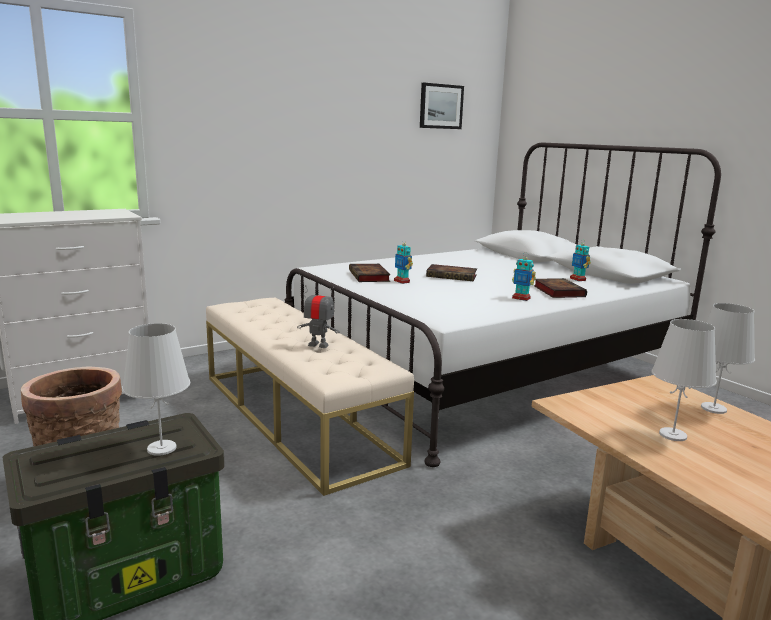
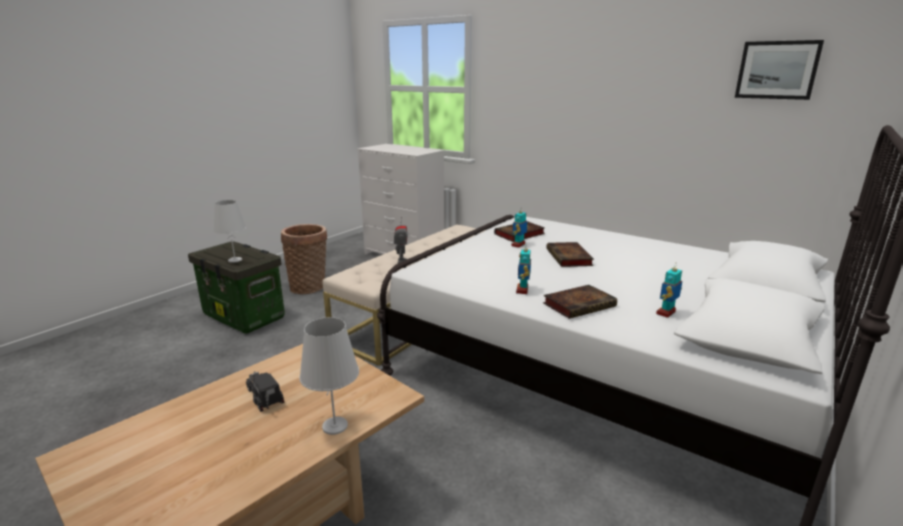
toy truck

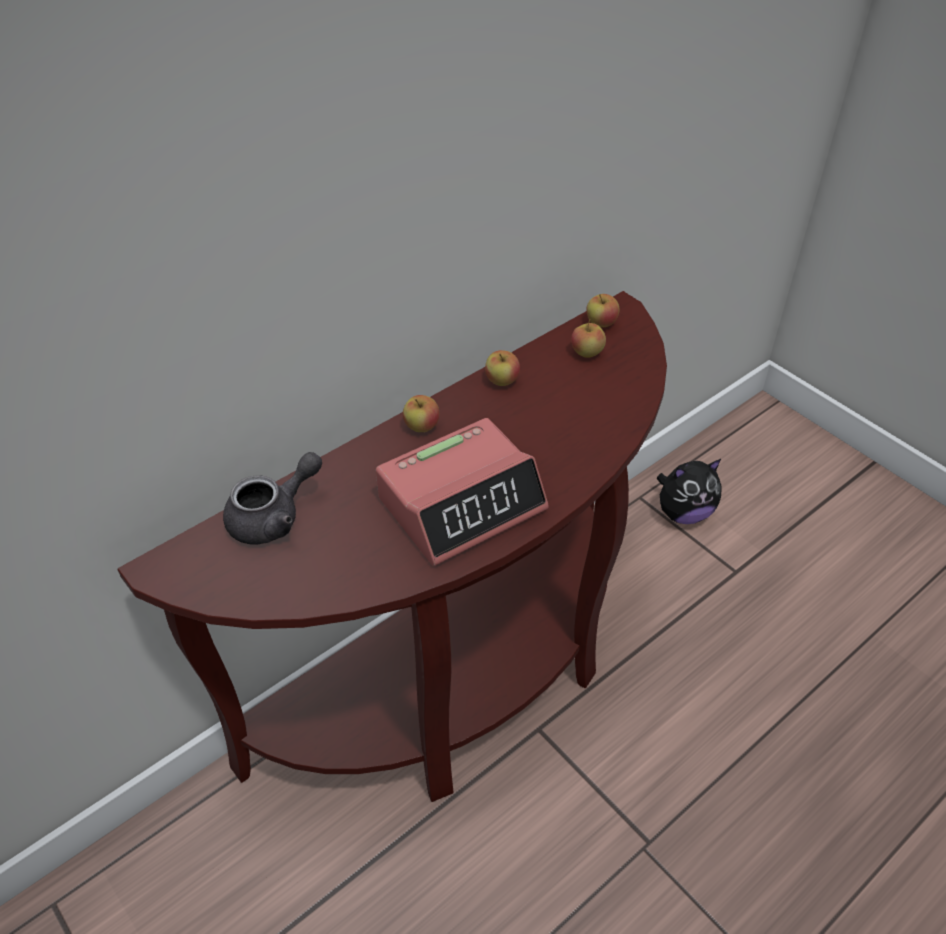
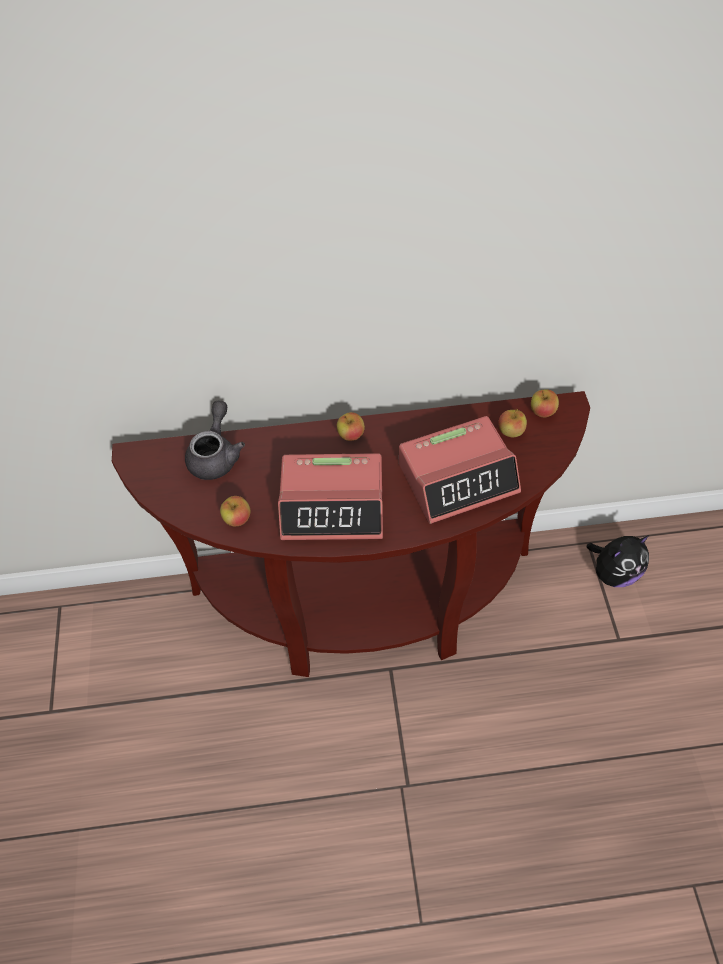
apple (no. 1 from left)
gray tea pot
plush toy
bedside clock (no. 2 from left)

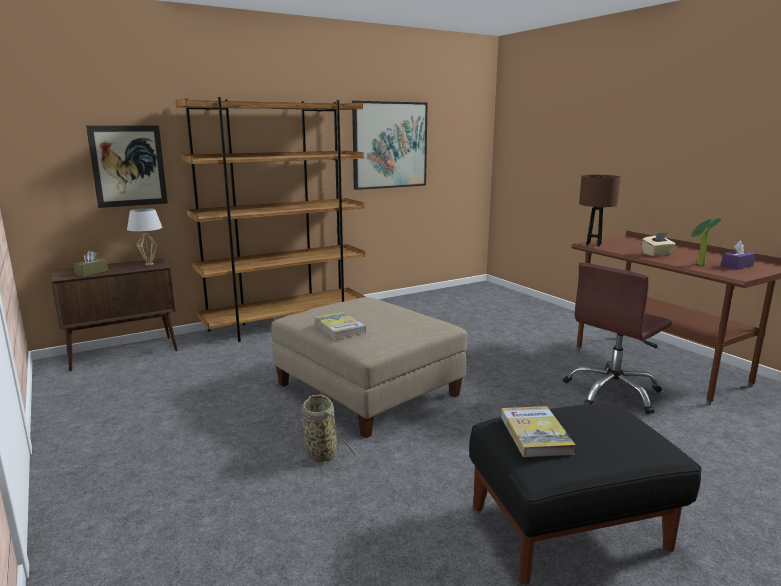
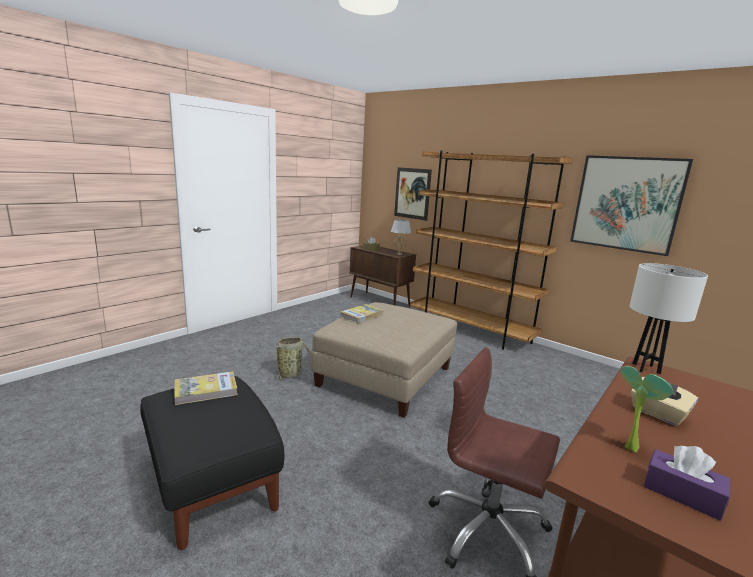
white-coloured tabletop lamp (no. 2 from left)

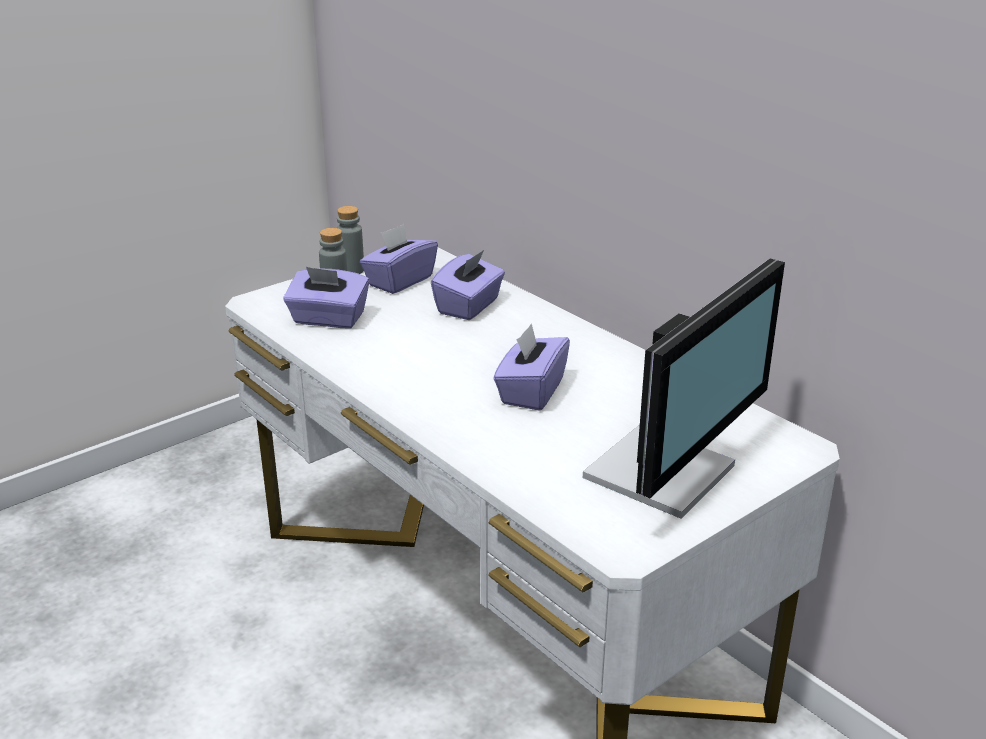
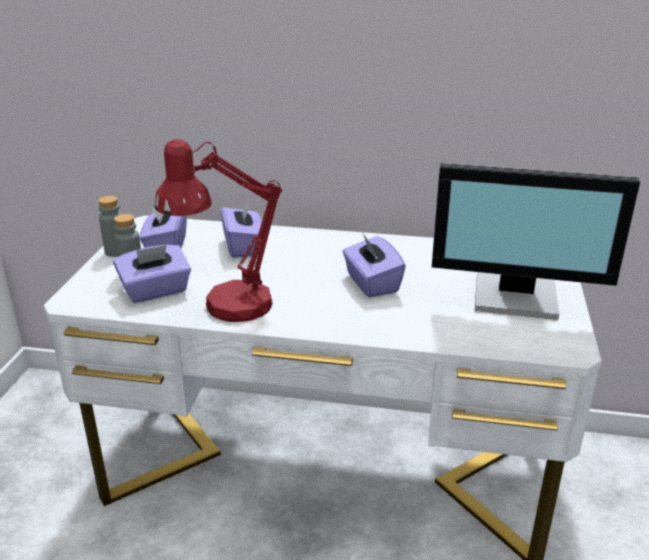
computer display
red tabletop lamp

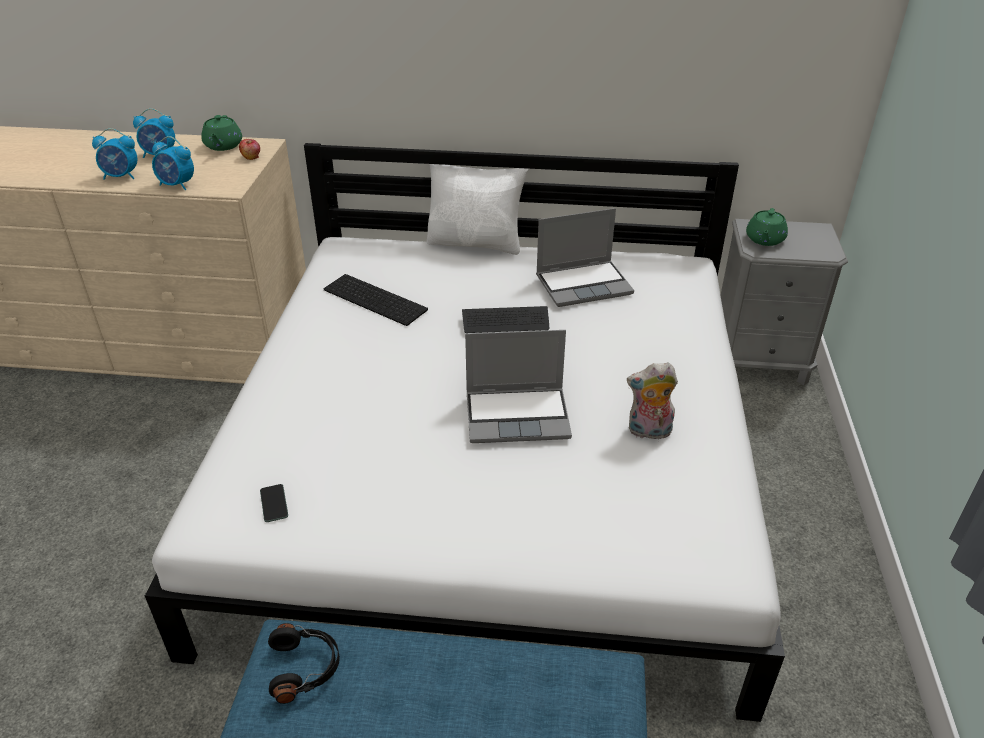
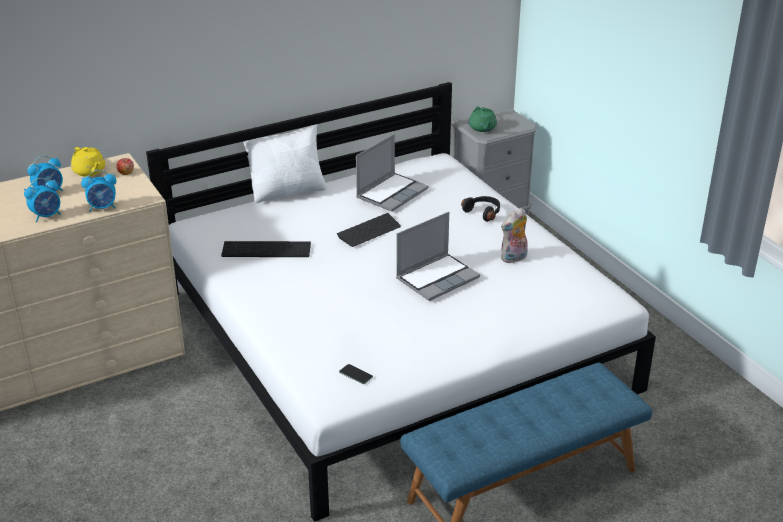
yellow tea pot
black pair of headphones

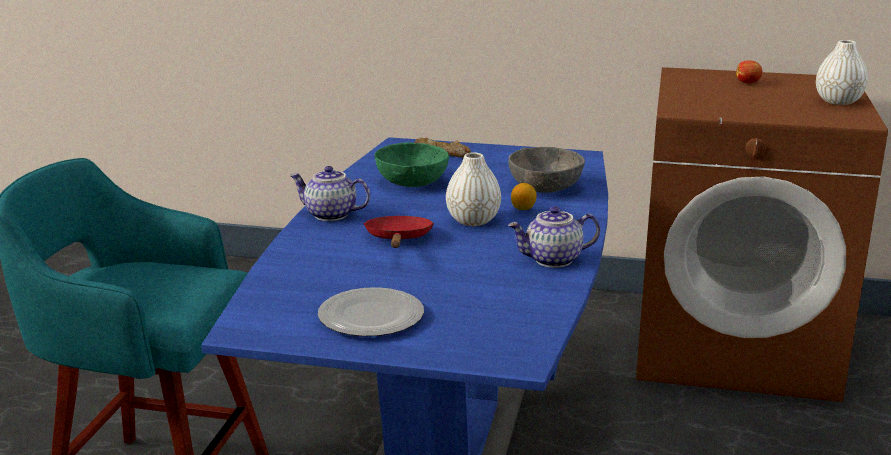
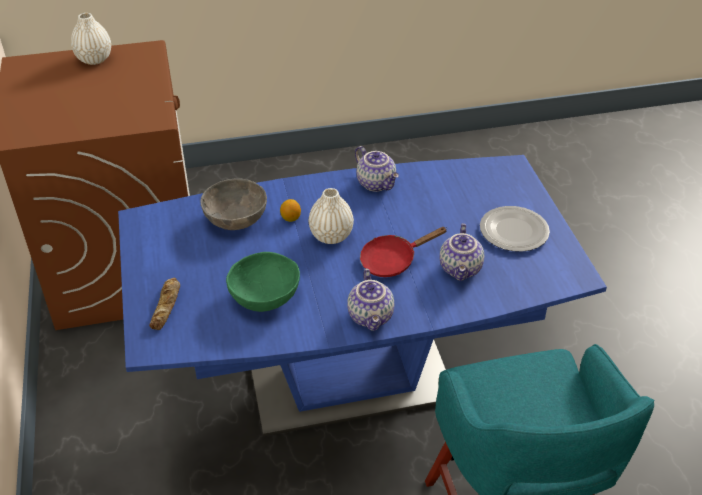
apple
tea pot (no. 3 from left)

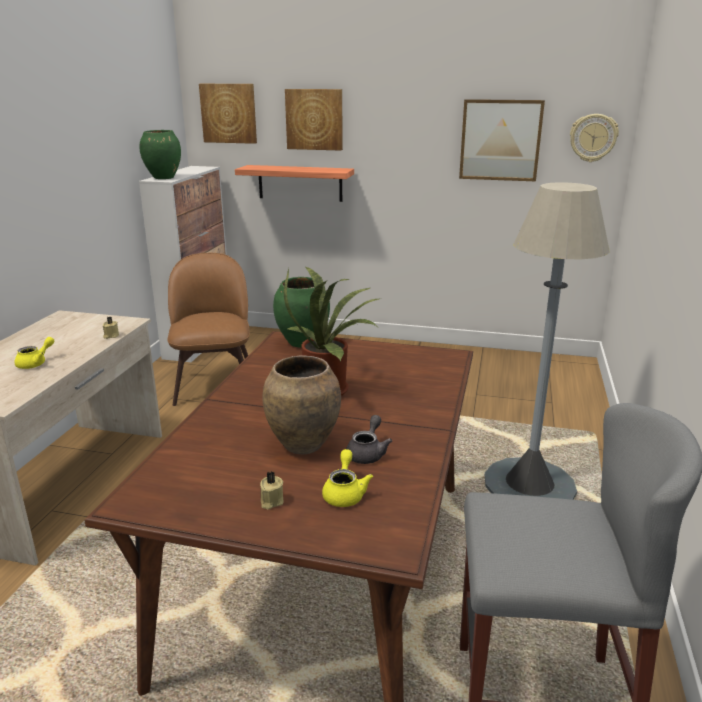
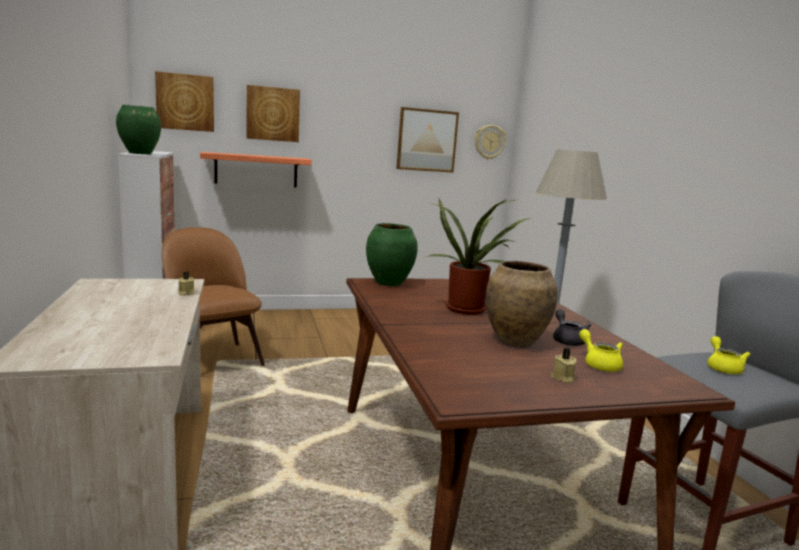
yellow tea pot (no. 2 from left)

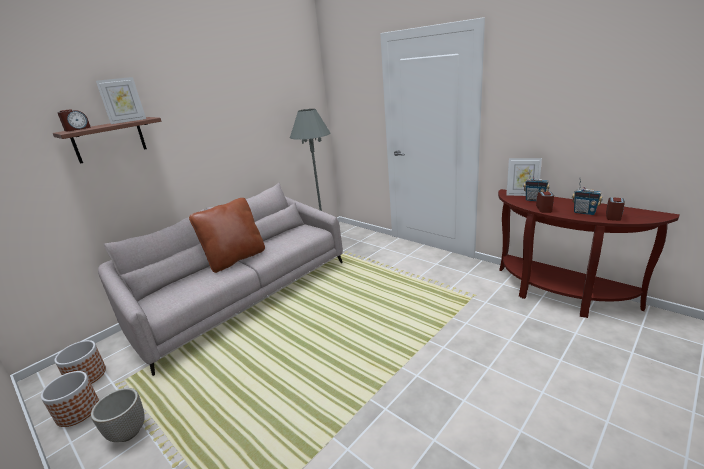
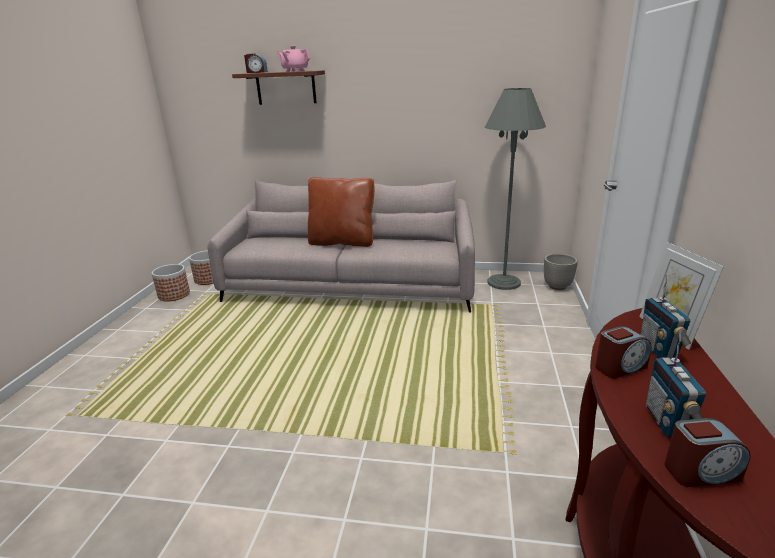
pinkish tea pot
planter (no. 3 from left)

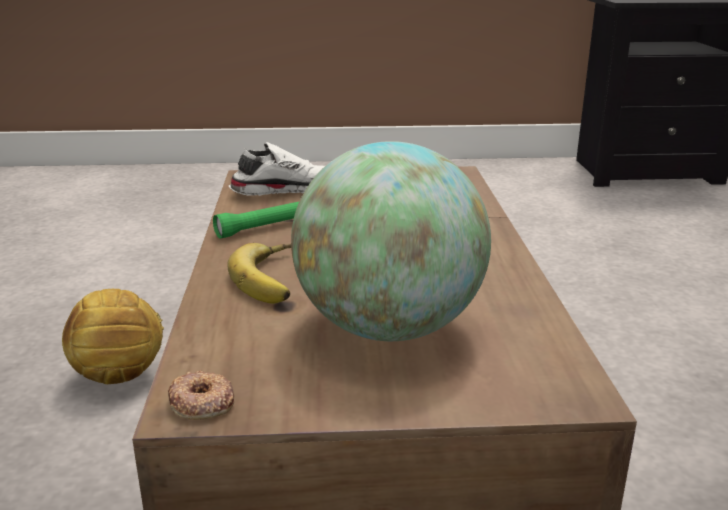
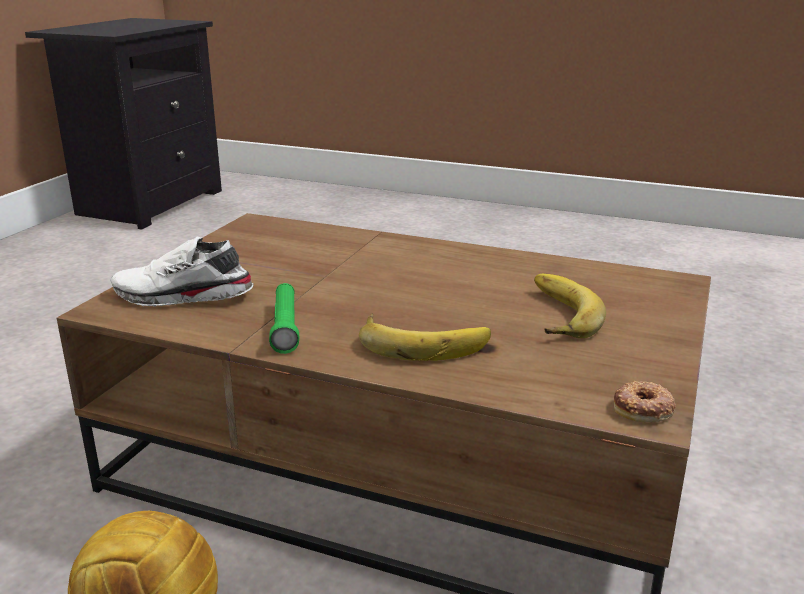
banana fruit (no. 2 from left)
white-coloured low shoe

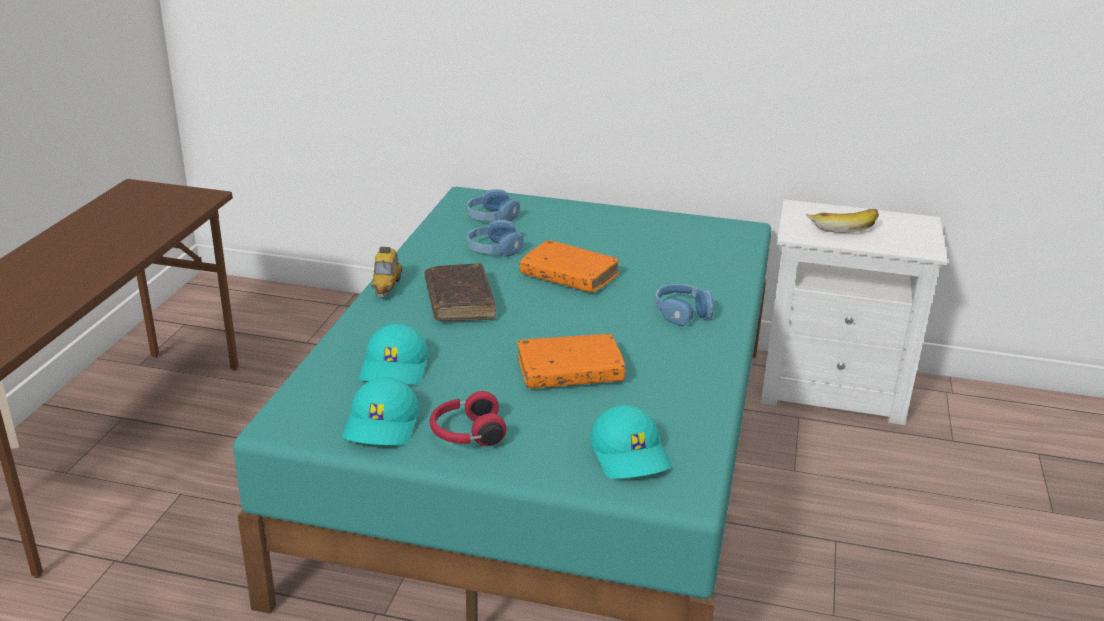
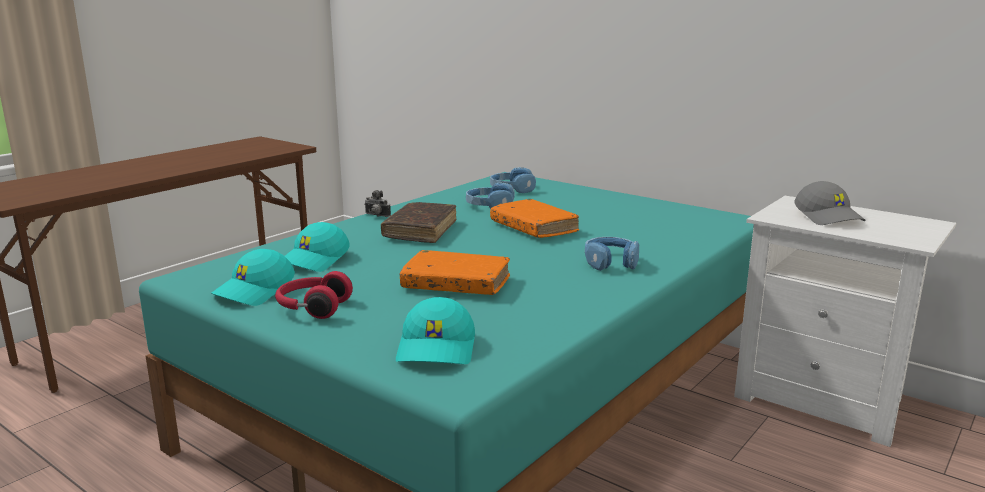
gray baseball cap
photo camera

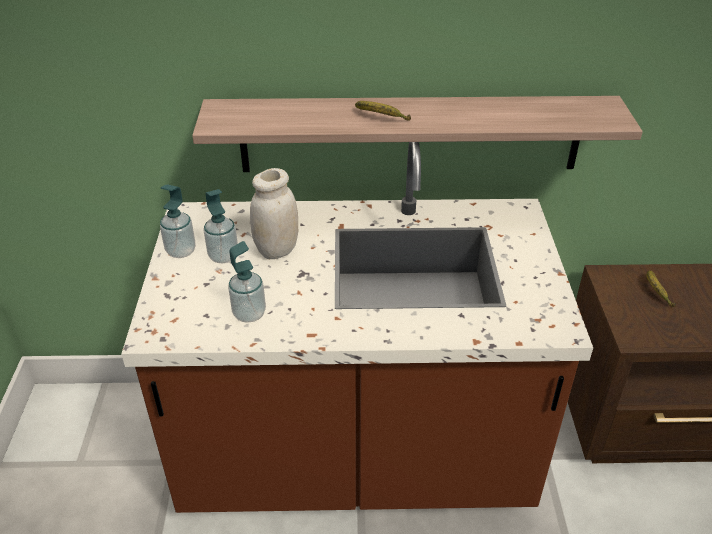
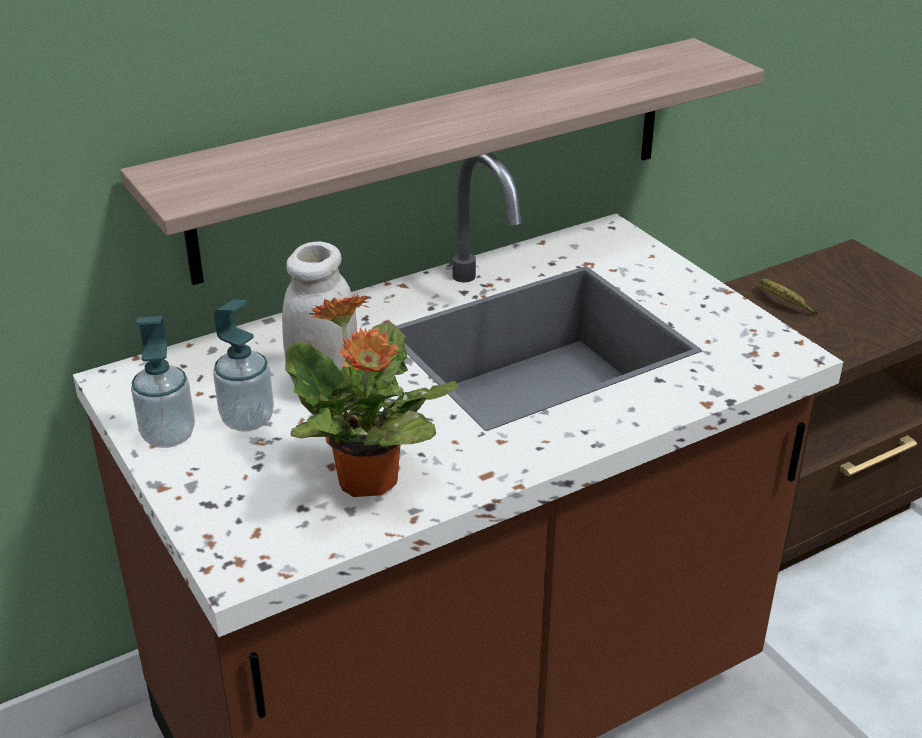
banana fruit (no. 1 from left in the first image)
plant in a pot

